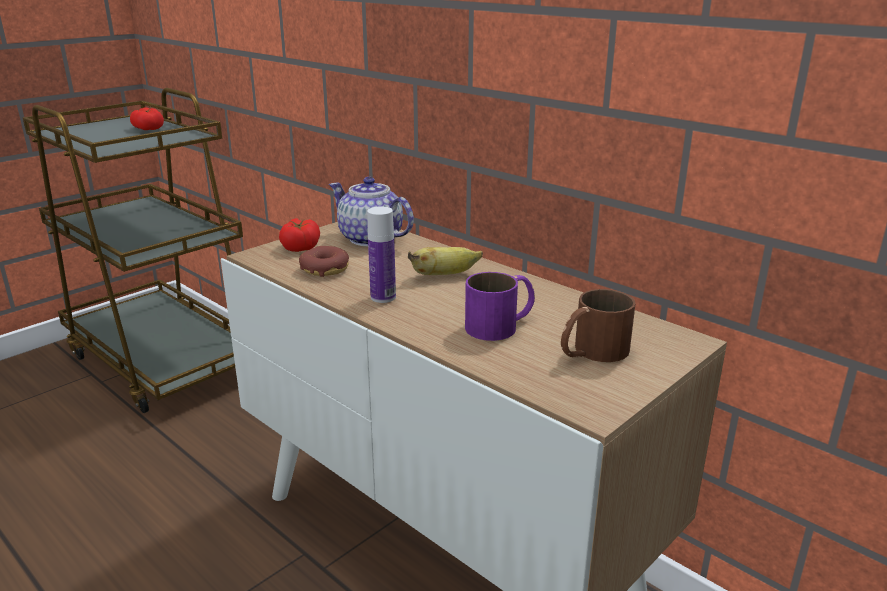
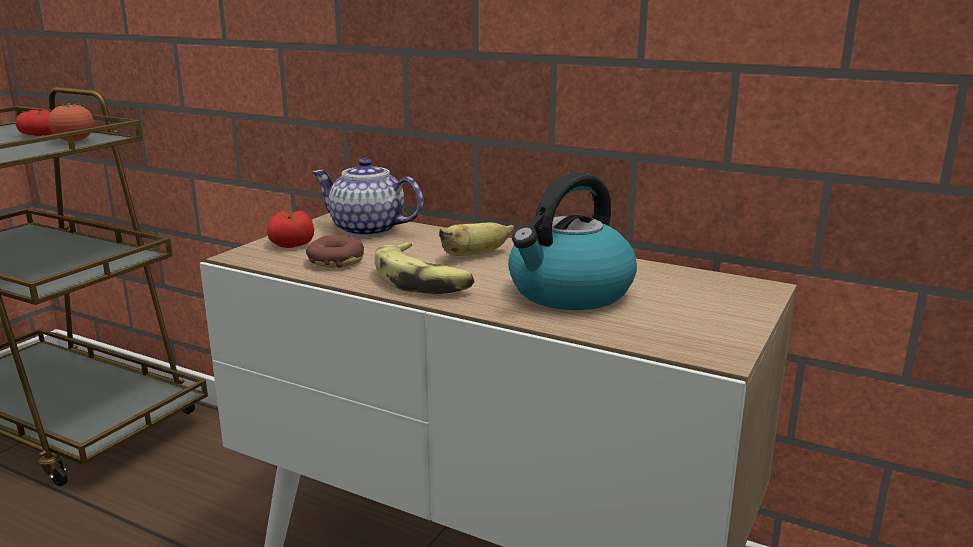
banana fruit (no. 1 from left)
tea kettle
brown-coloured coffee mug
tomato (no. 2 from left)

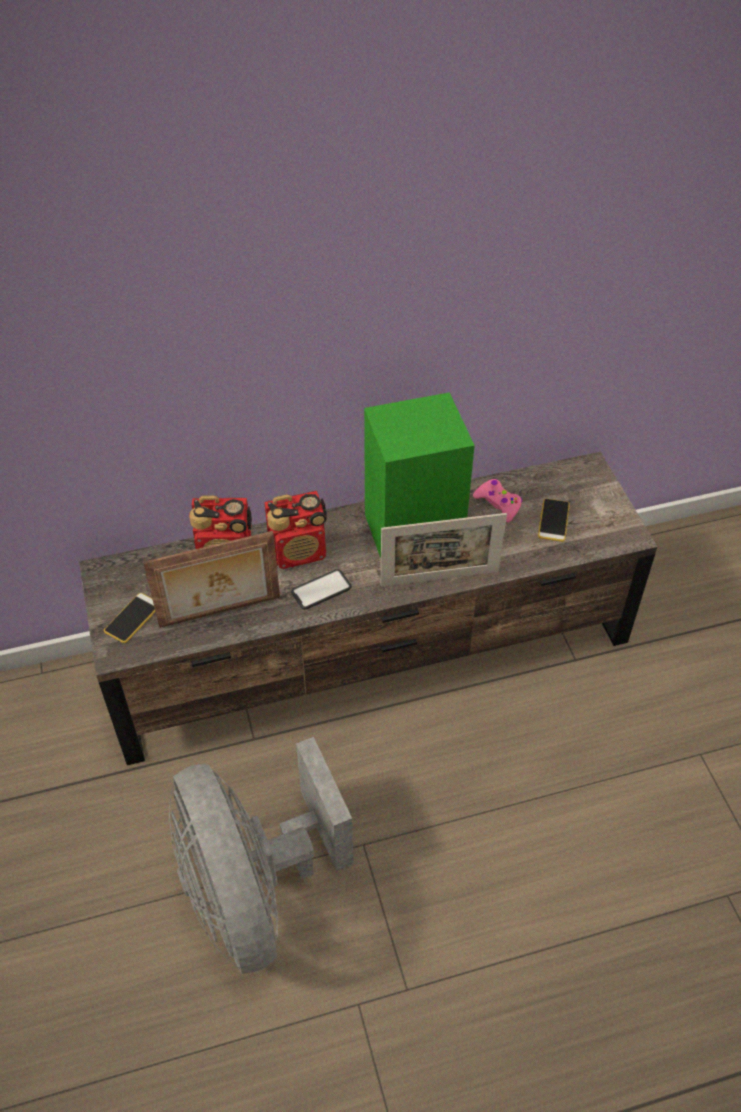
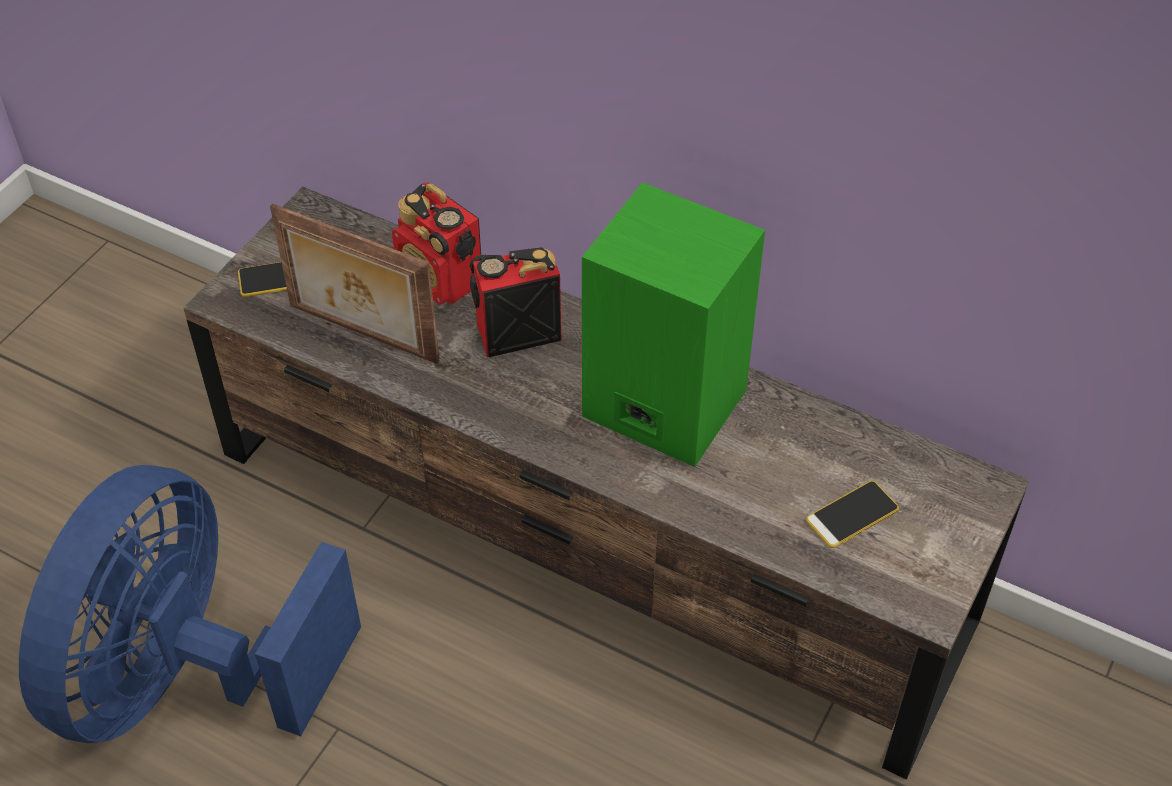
pinkish gamepad
radio receiver (no. 2 from left)
photo frame (no. 2 from left in the first image)
telephone (no. 2 from left in the first image)
blue electric fan

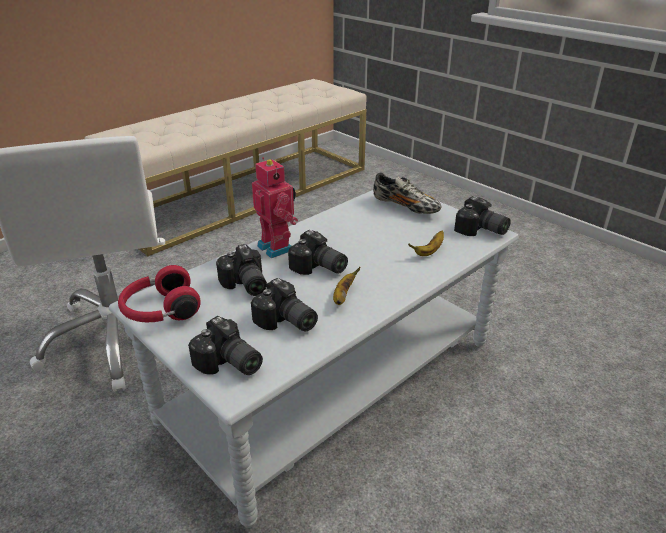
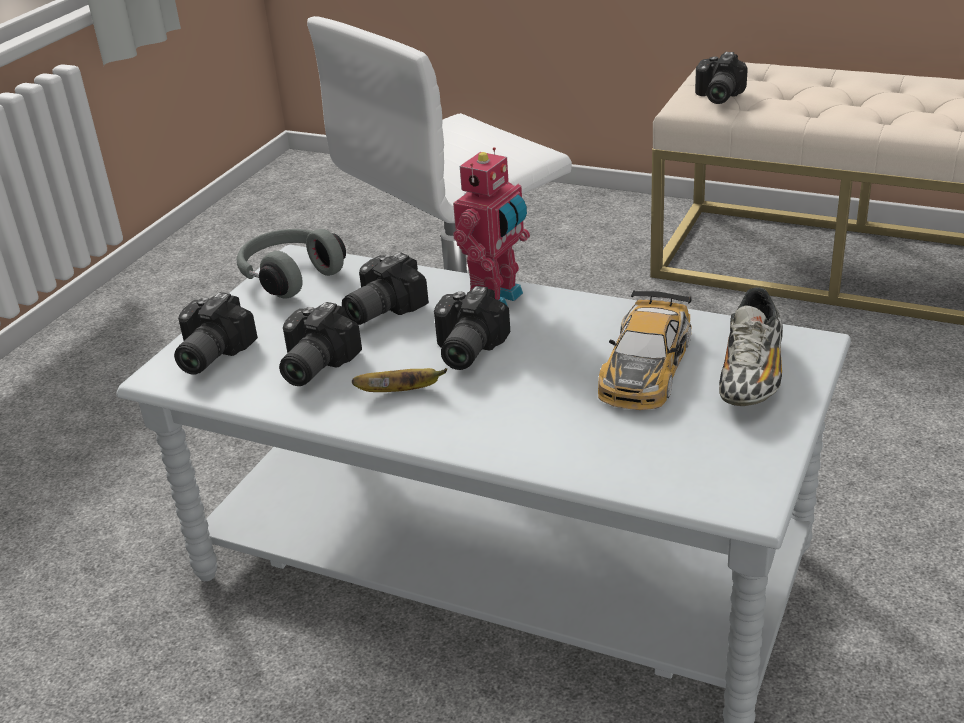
photo camera (no. 5 from left)
banana fruit (no. 2 from left in the first image)
gray pair of headphones
model car

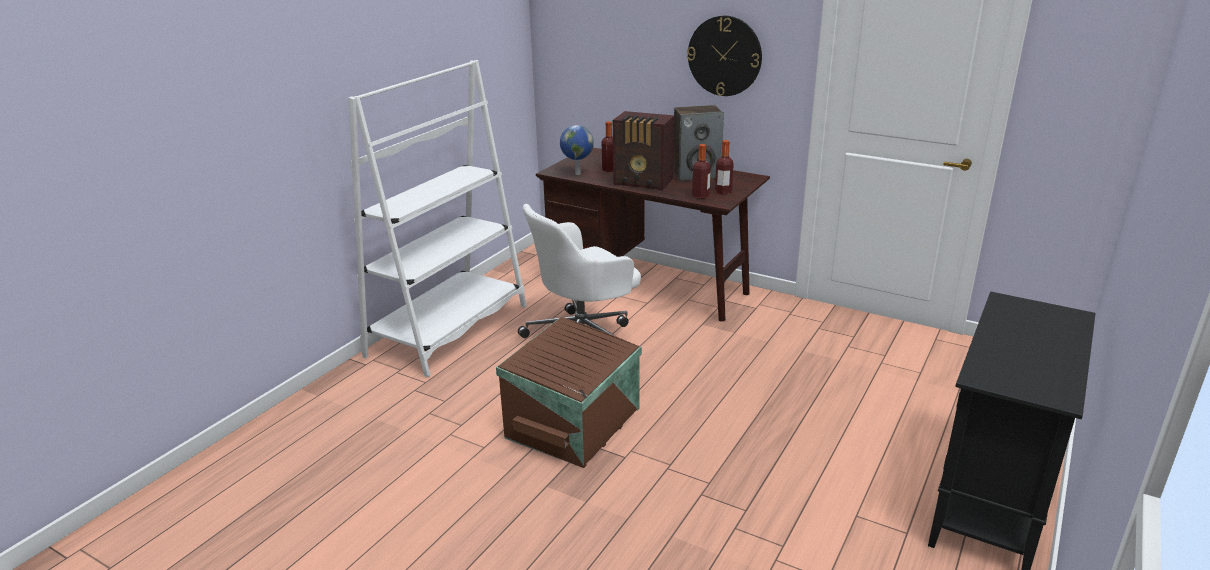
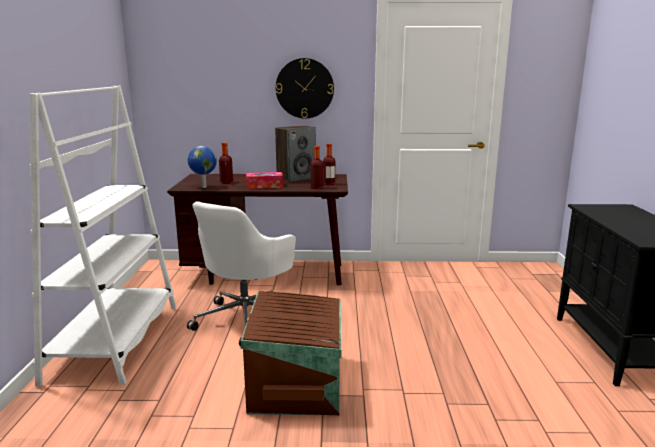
tissue holder

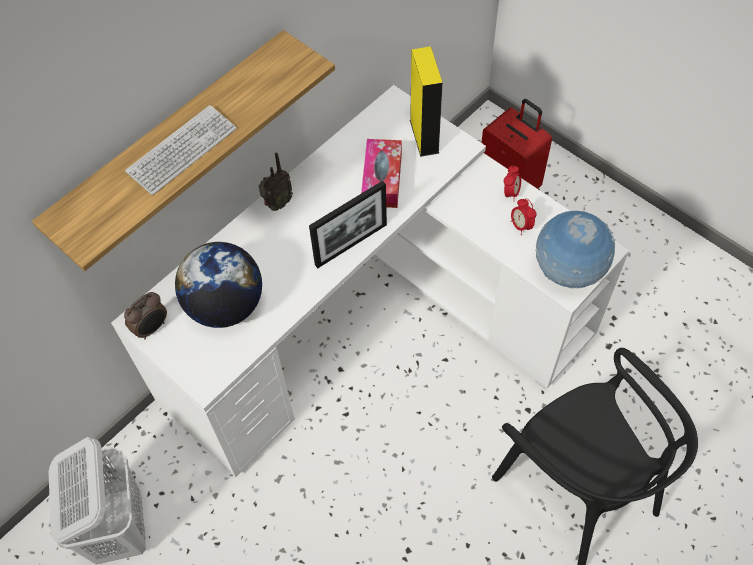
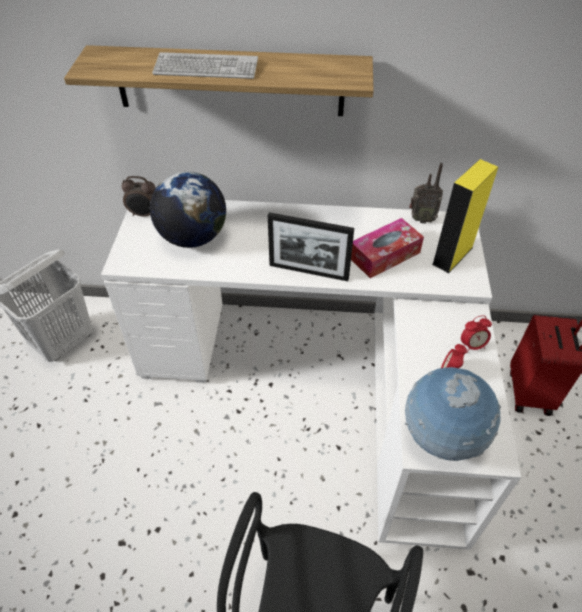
radio receiver

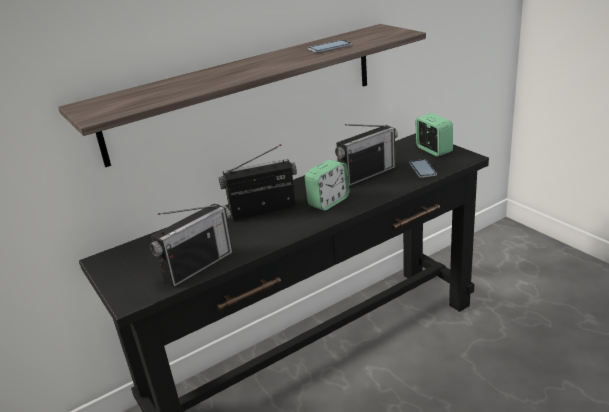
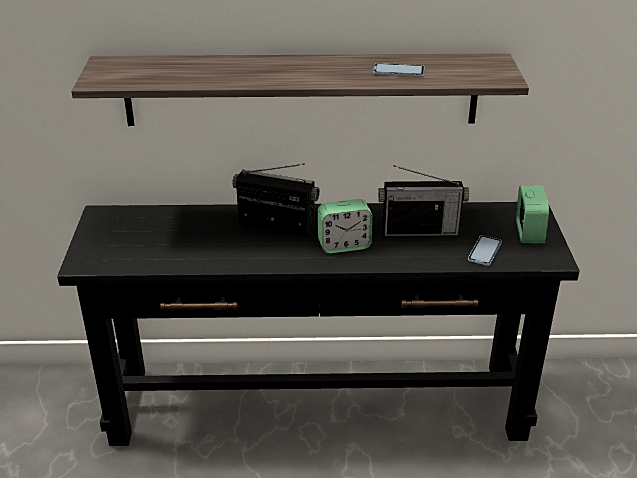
radio receiver (no. 1 from left in the first image)

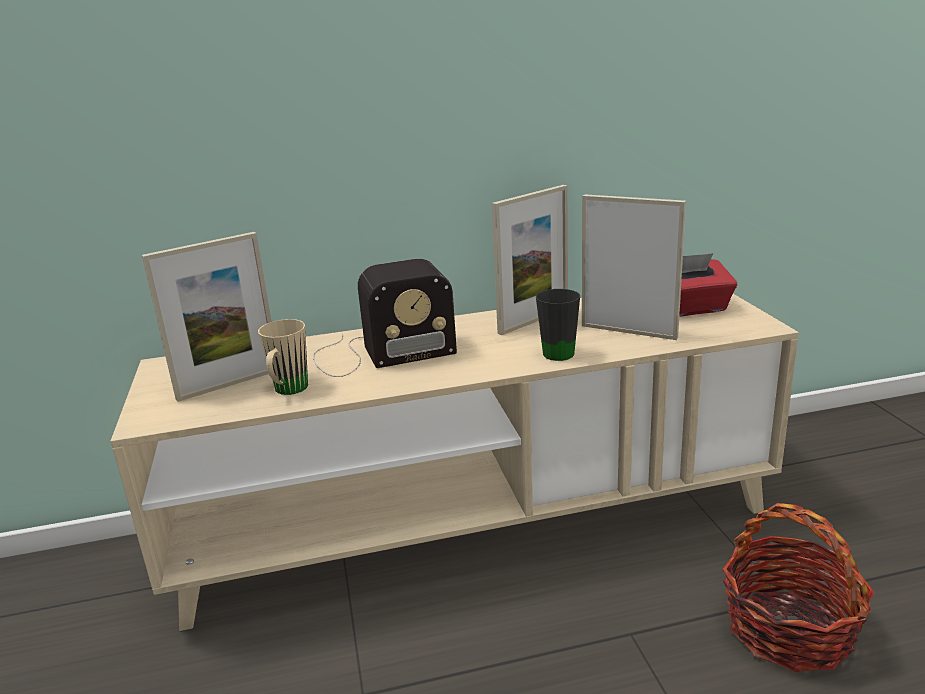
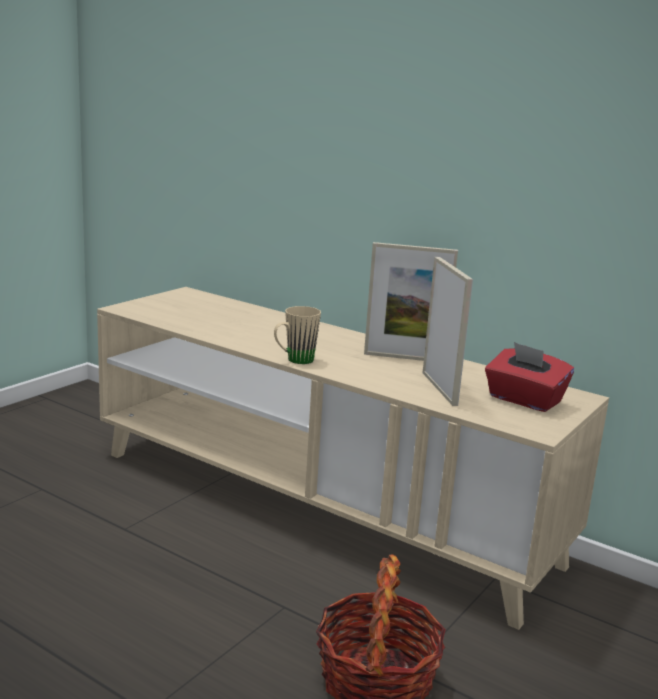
photo frame (no. 1 from left in the first image)
radio receiver
black coffee mug
beige-coloured coffee mug

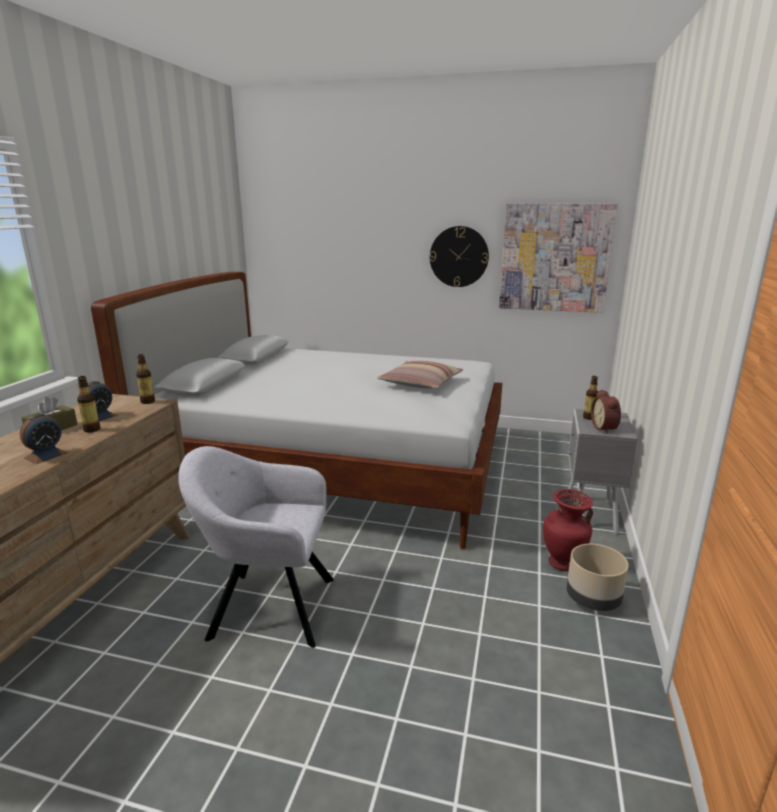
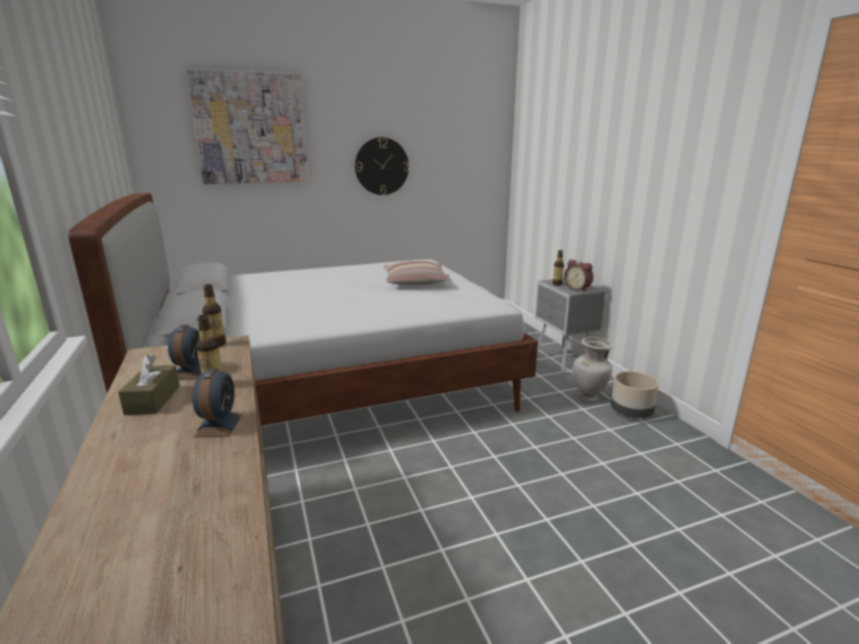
wall picture
gray lounge chair
beige-coloured flower vase

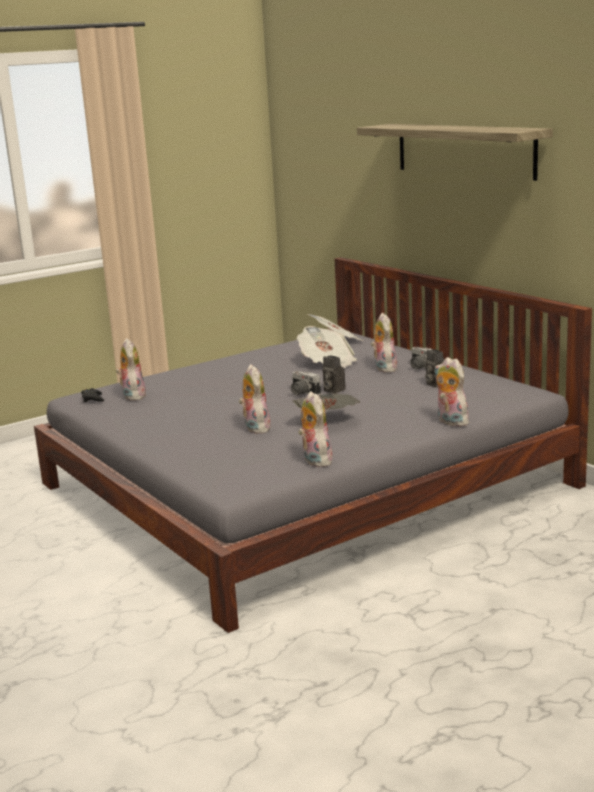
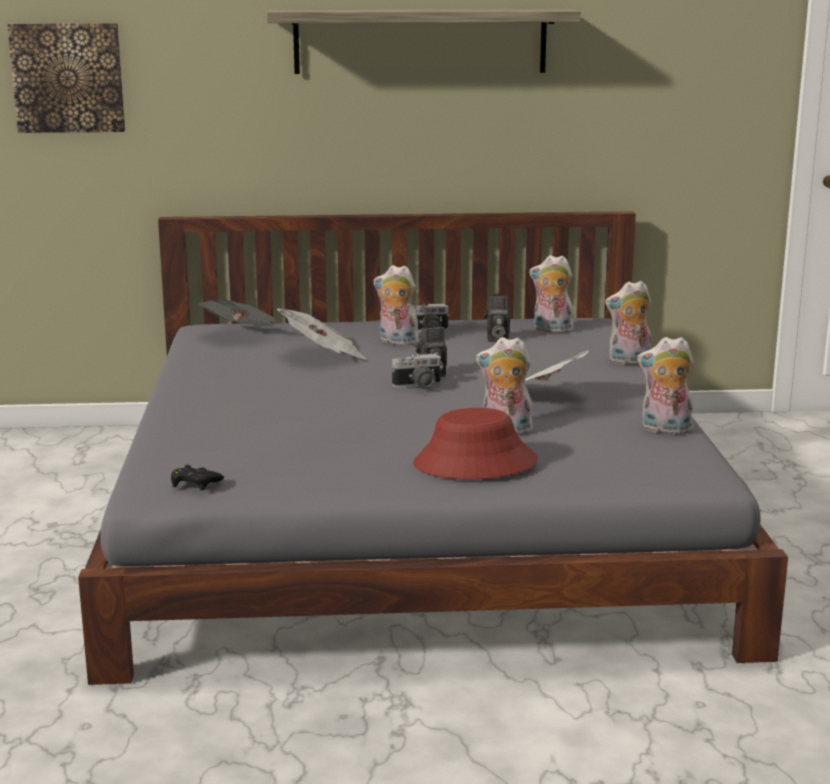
plush toy (no. 3 from left)
wall picture
red hat

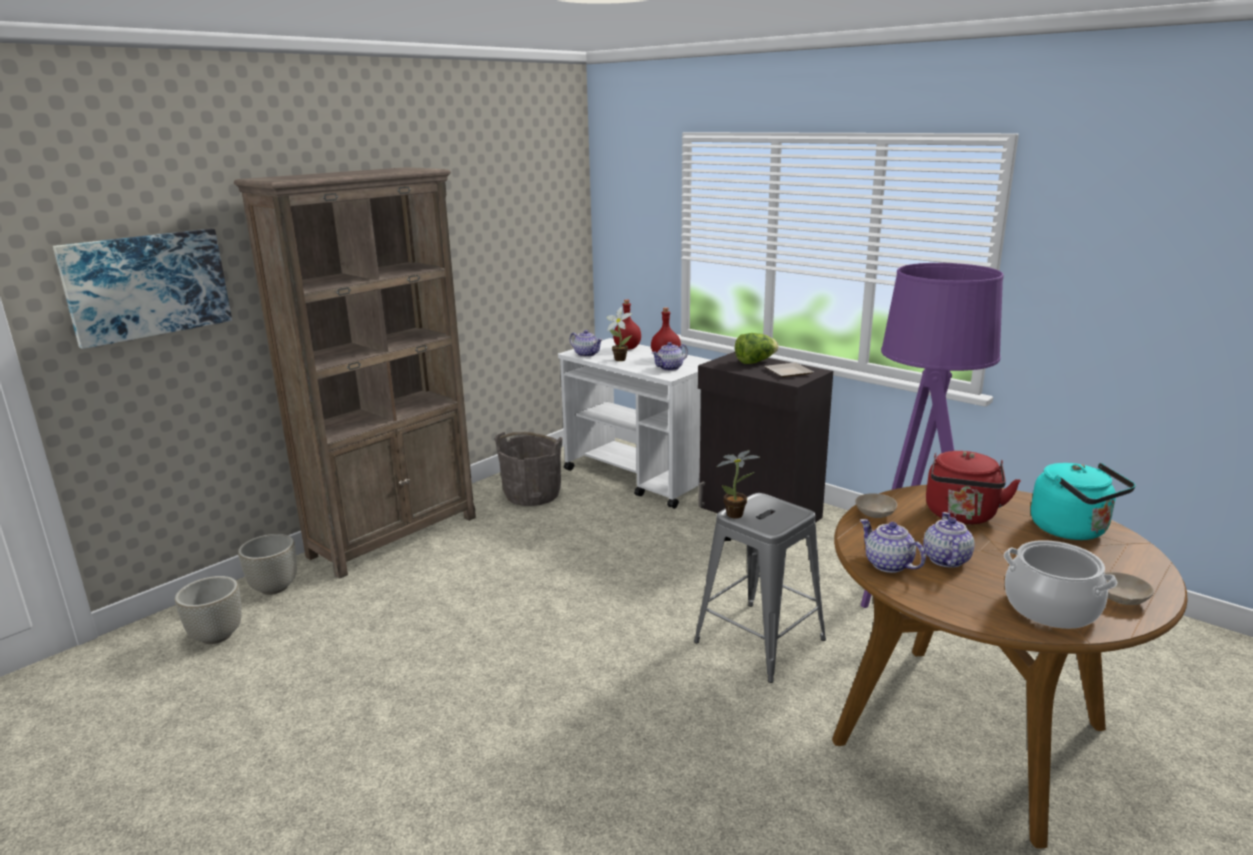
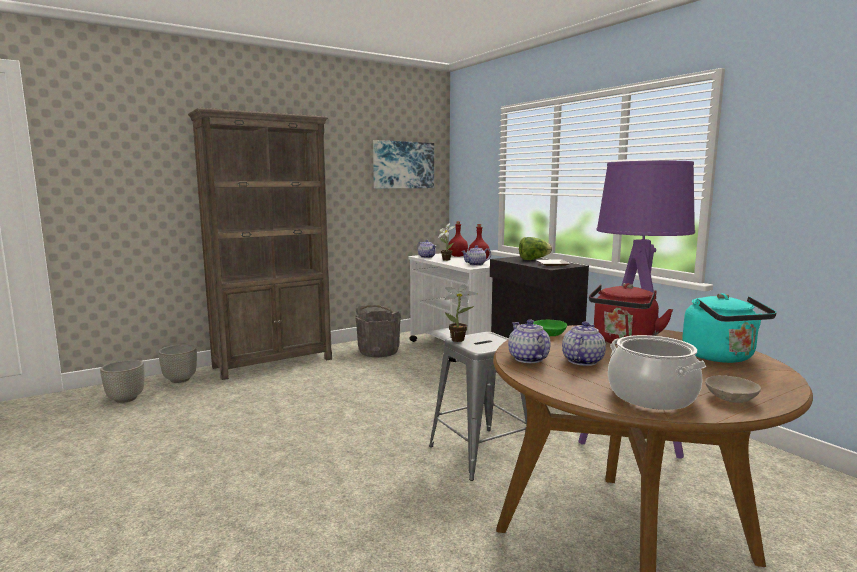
wall picture
green-coloured deep dish

